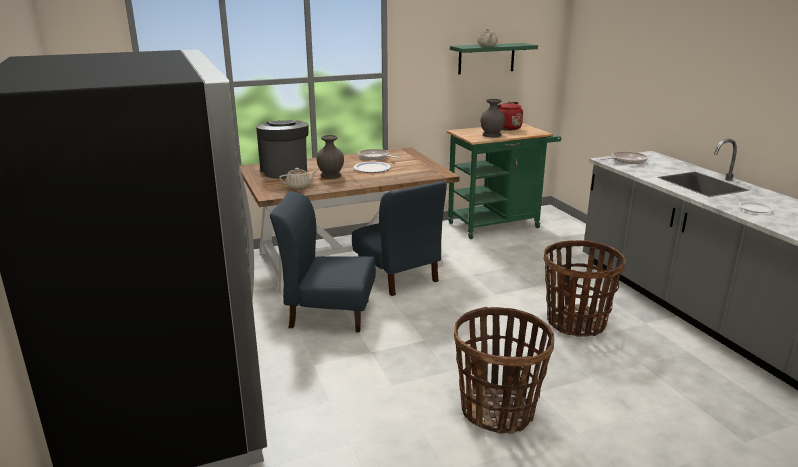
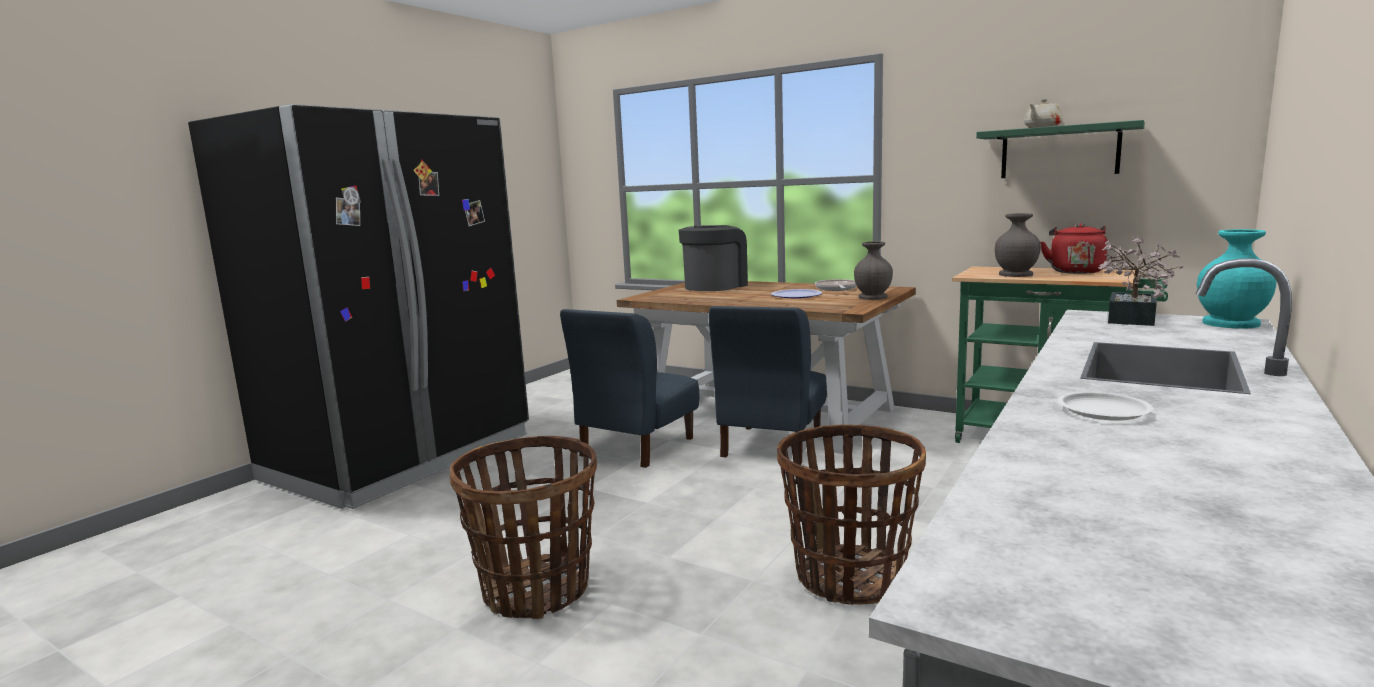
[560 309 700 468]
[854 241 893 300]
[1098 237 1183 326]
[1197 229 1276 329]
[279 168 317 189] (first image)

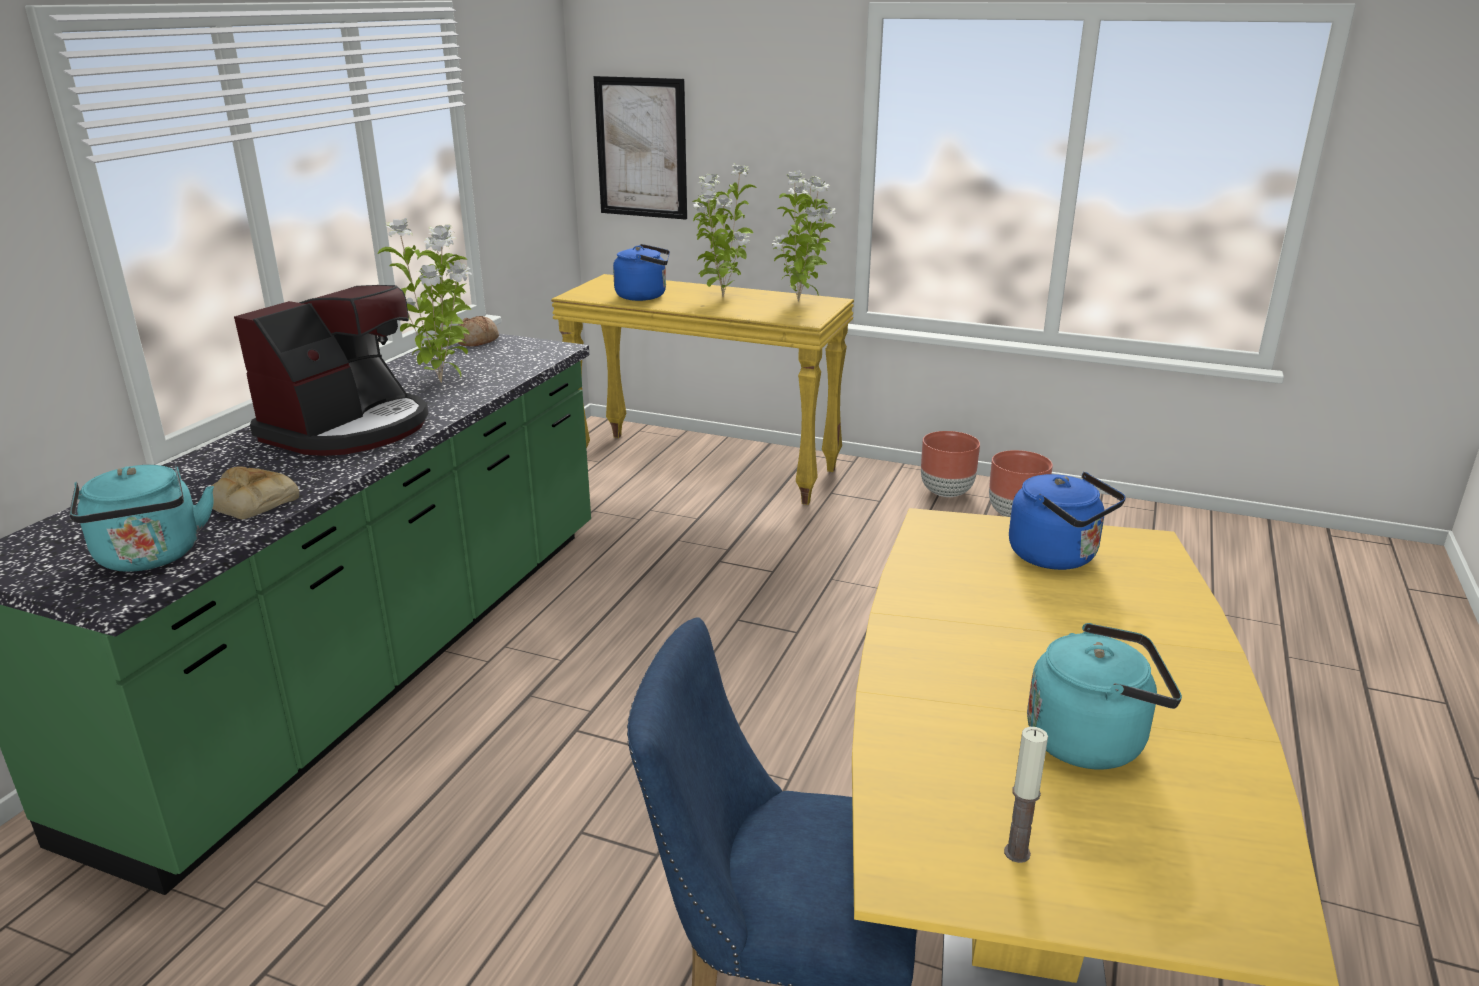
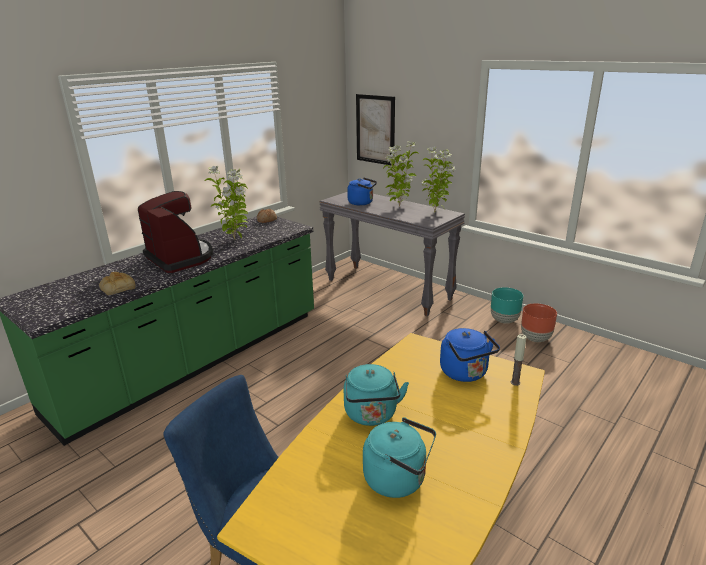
[138 191 213 273]
[319 192 465 316]
[343 364 409 426]
[491 287 523 324]
[511 334 527 386]

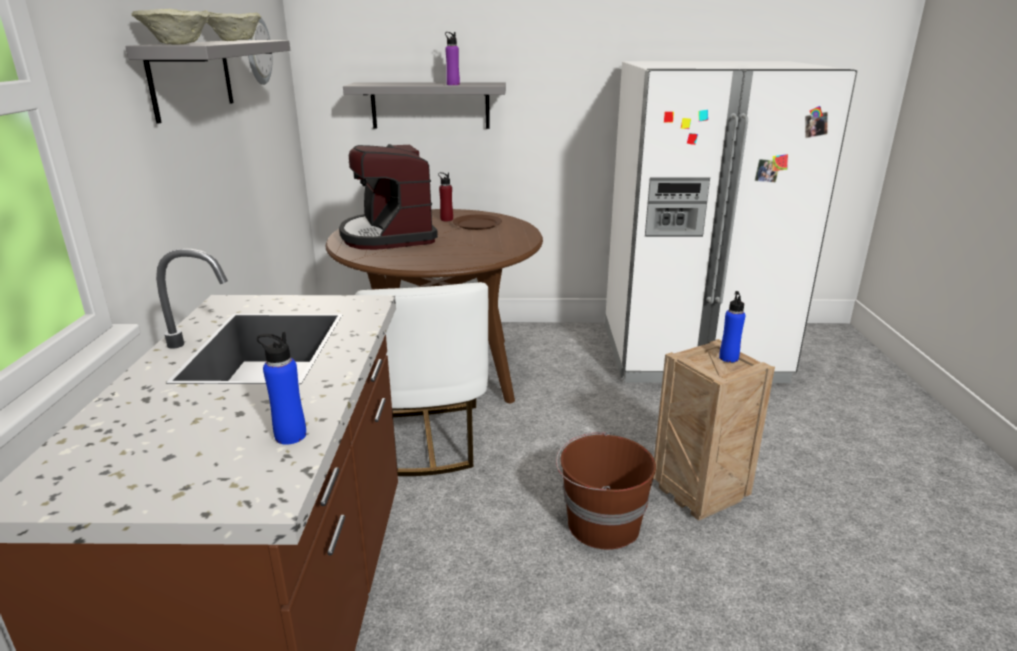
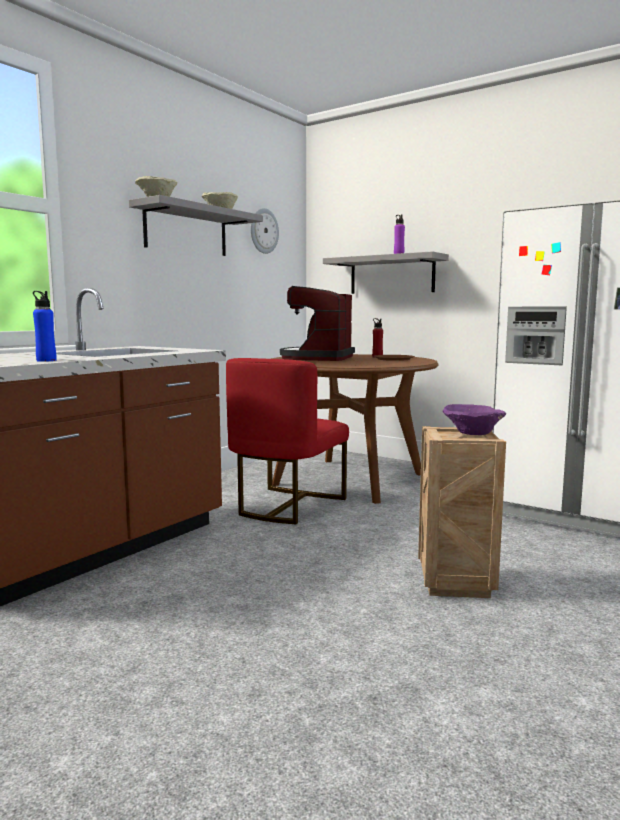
[226 358 349 524]
[443 404 506 435]
[556 432 656 550] (first image)

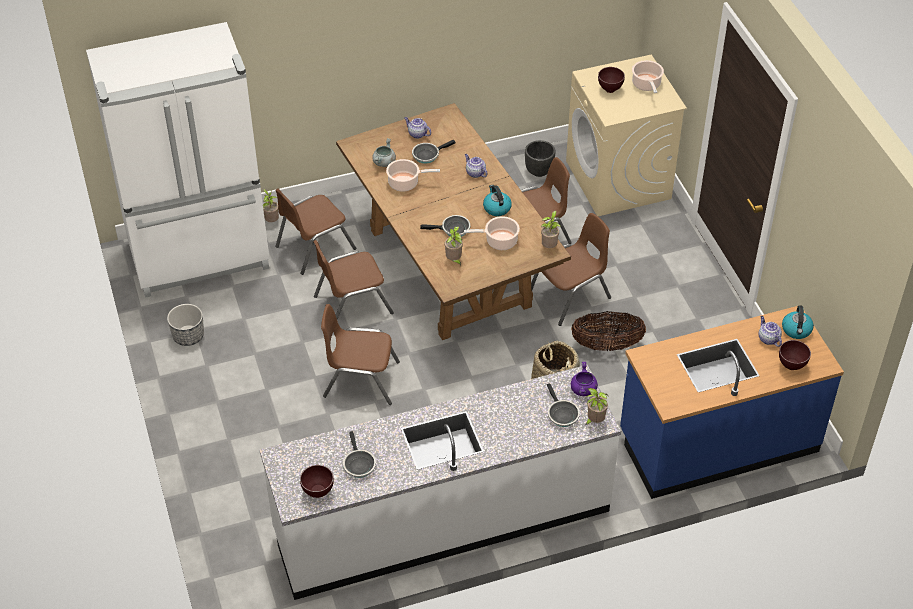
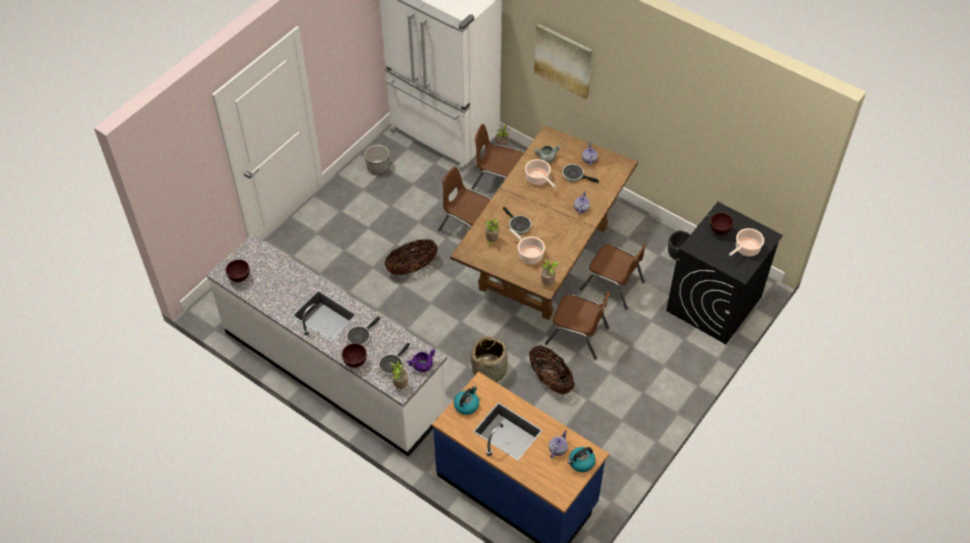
[342 343 367 368]
[346 316 380 345]
[385 239 438 275]
[454 386 479 415]
[534 23 592 99]
[666 202 783 344]

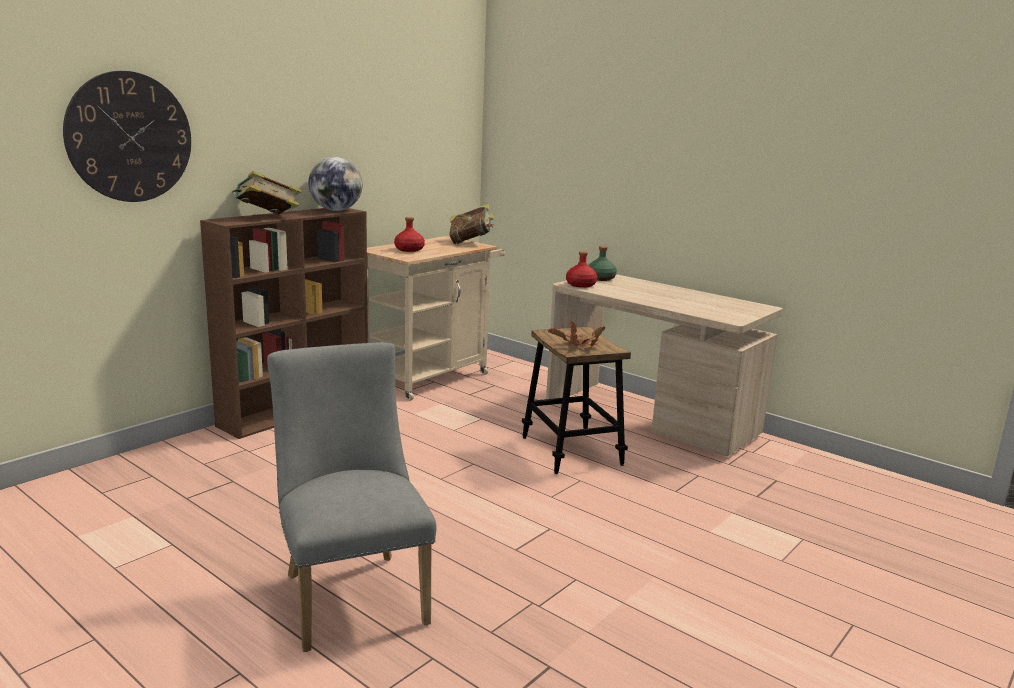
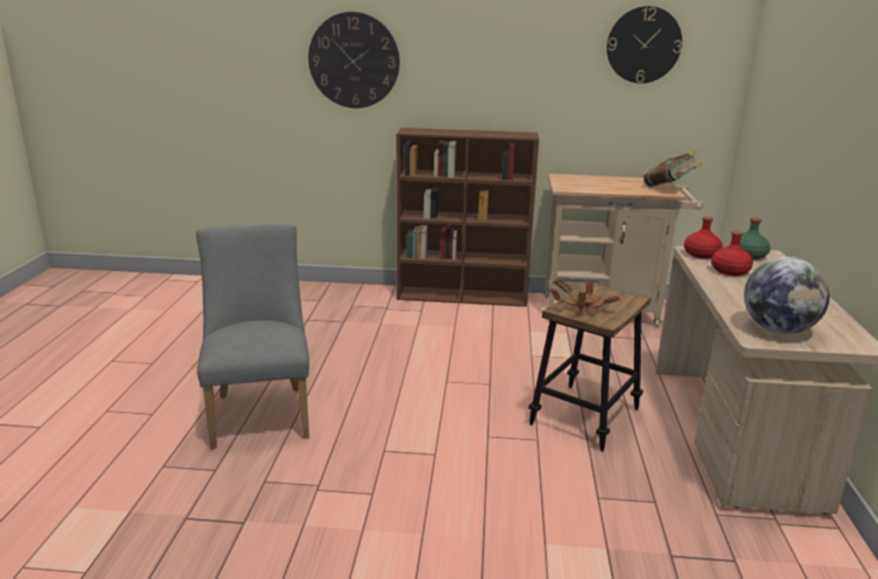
[196 224 309 449]
[607 6 682 83]
[711 230 753 276]
[744 257 830 334]
[232 171 301 214] (first image)

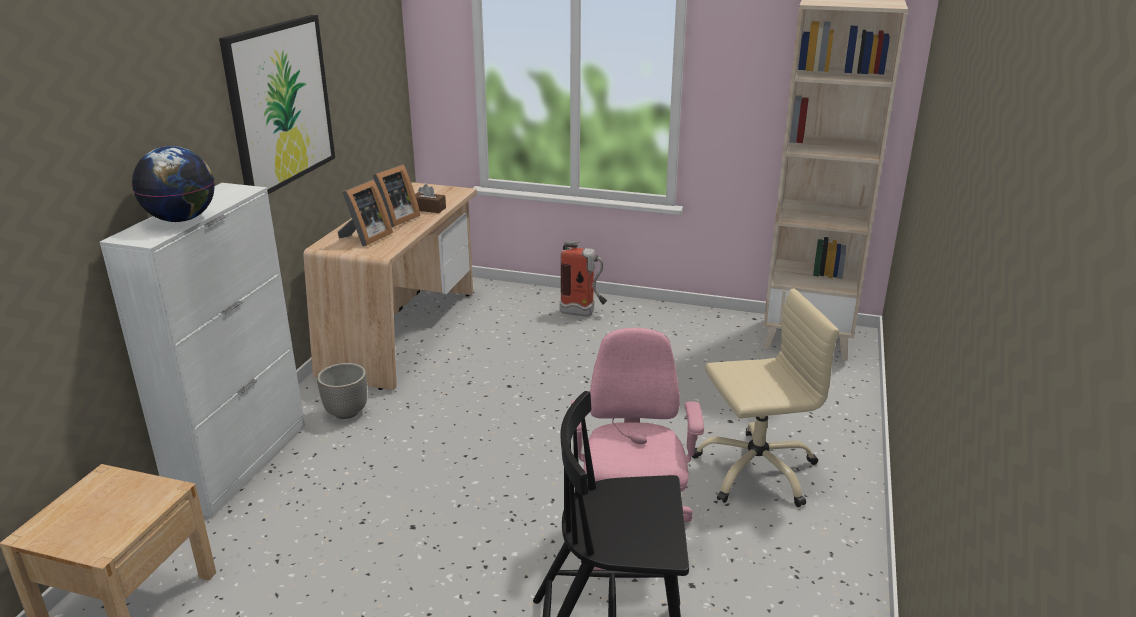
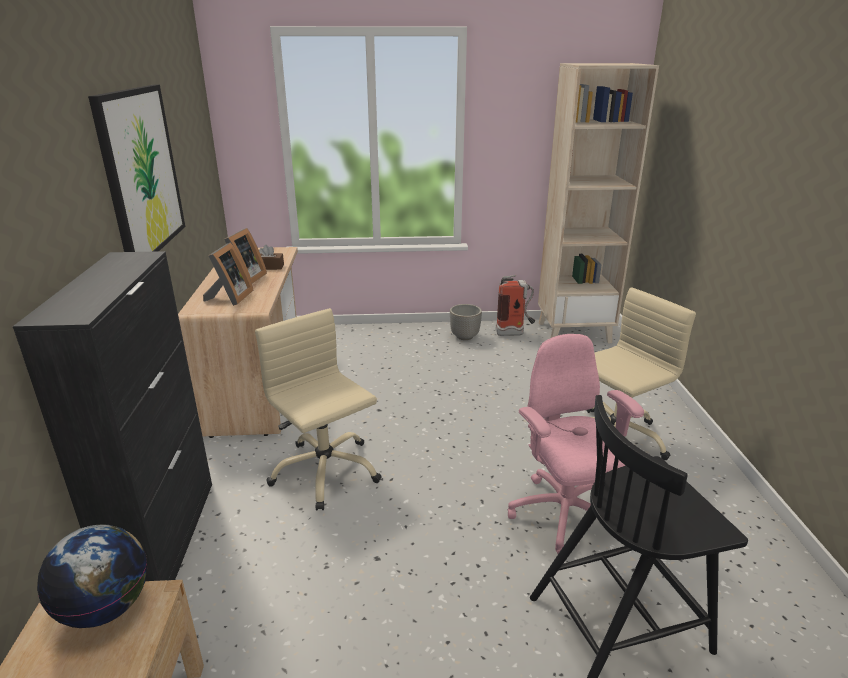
[13 251 212 581]
[37 524 147 628]
[255 308 382 511]
[450 304 482 340]
[496 275 535 336]

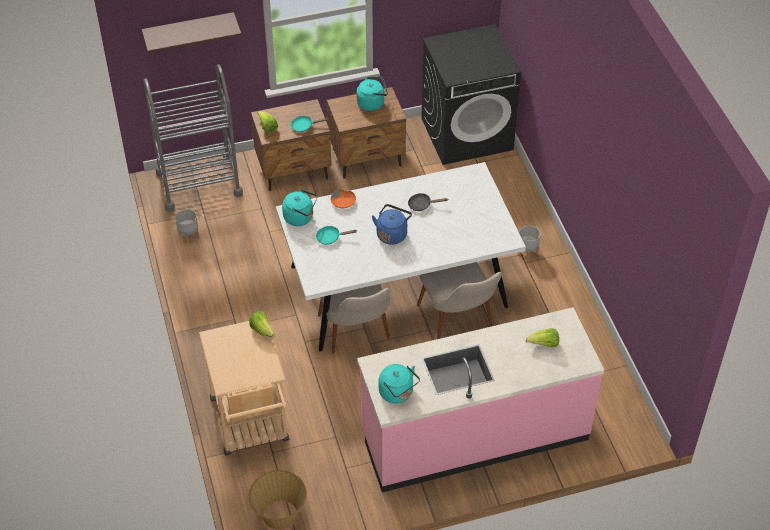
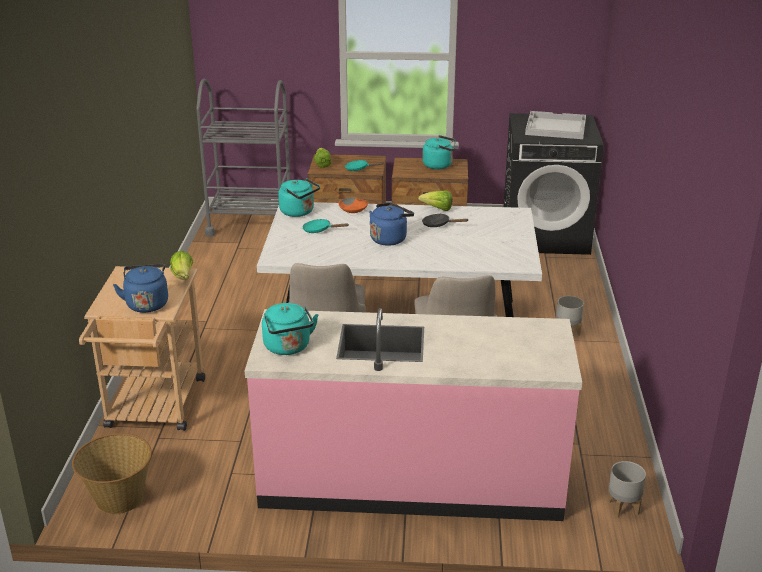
[113 264 168 313]
[418 191 453 211]
[525 111 586 139]
[607 461 646 517]
[142 12 242 53] (first image)

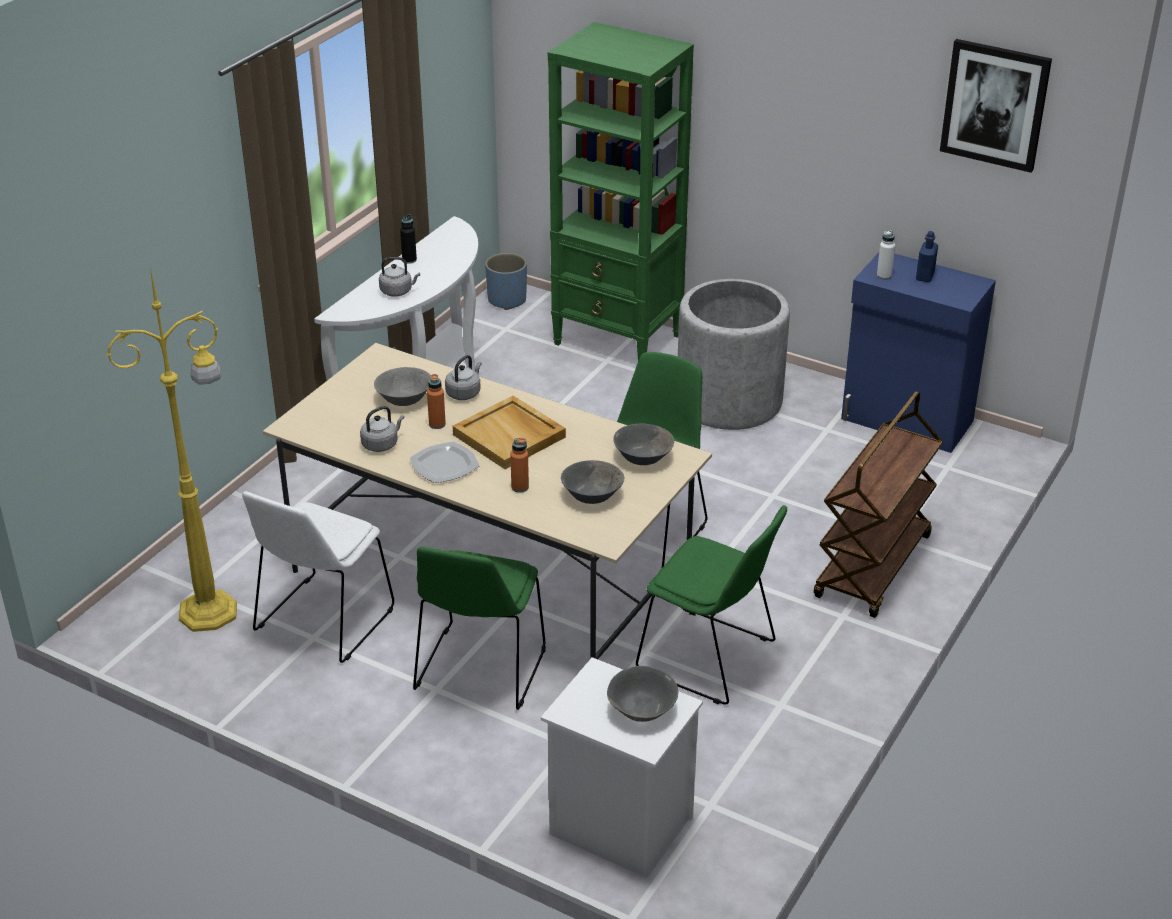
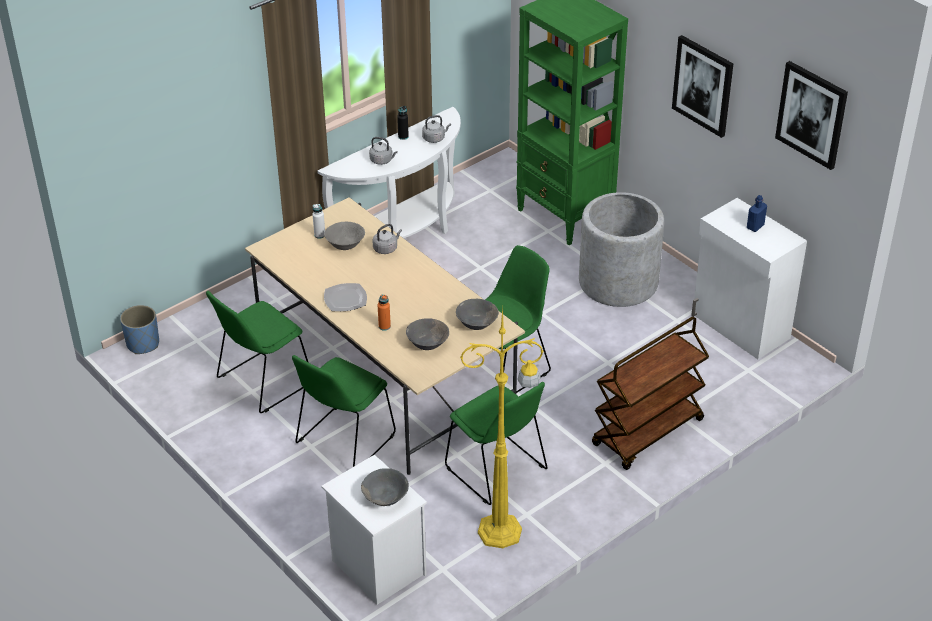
[120 305 159 354]
[206 291 309 413]
[313 204 325 239]
[422 115 451 143]
[460 305 544 548]
[672 35 733 138]
[691 198 807 359]
[427 374 446 429] (first image)
[453 396 566 469] (first image)

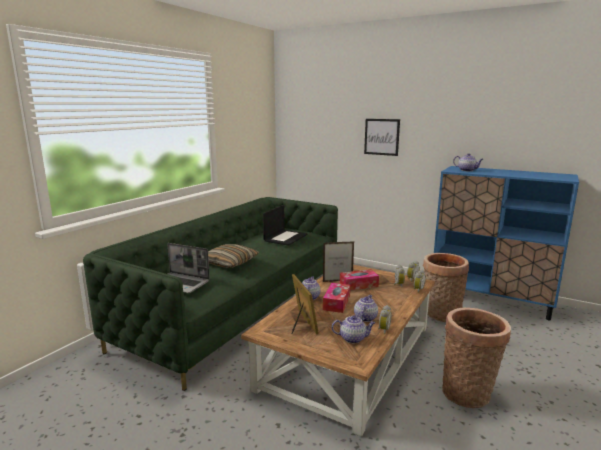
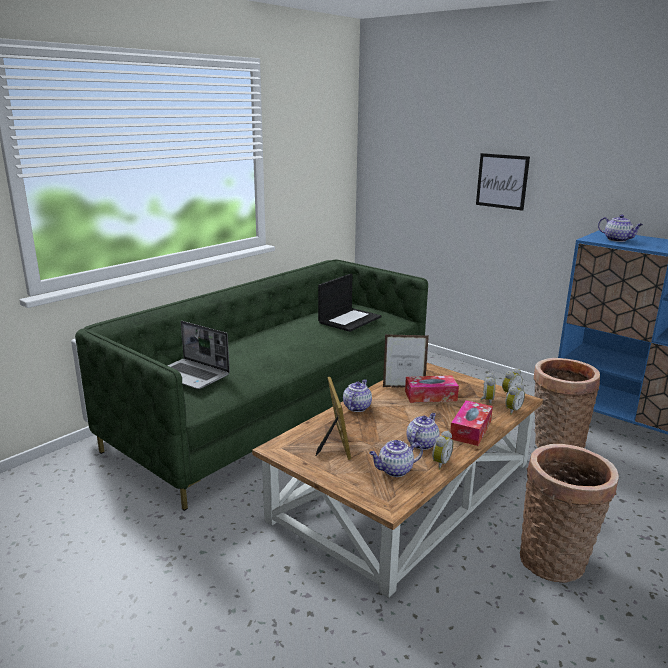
[369 440 423 477]
[450 400 493 446]
[208 244 259 268] (first image)

